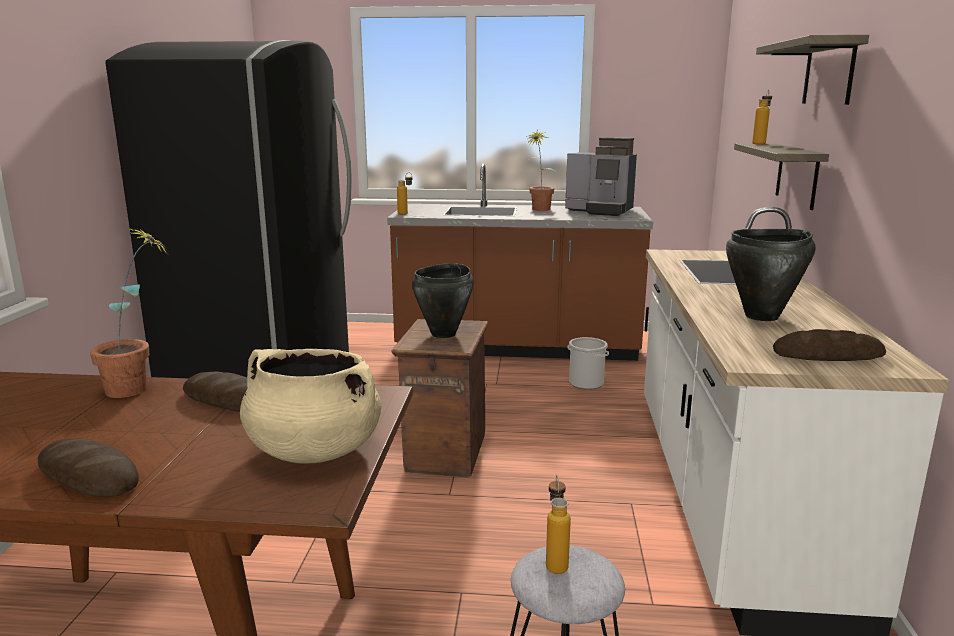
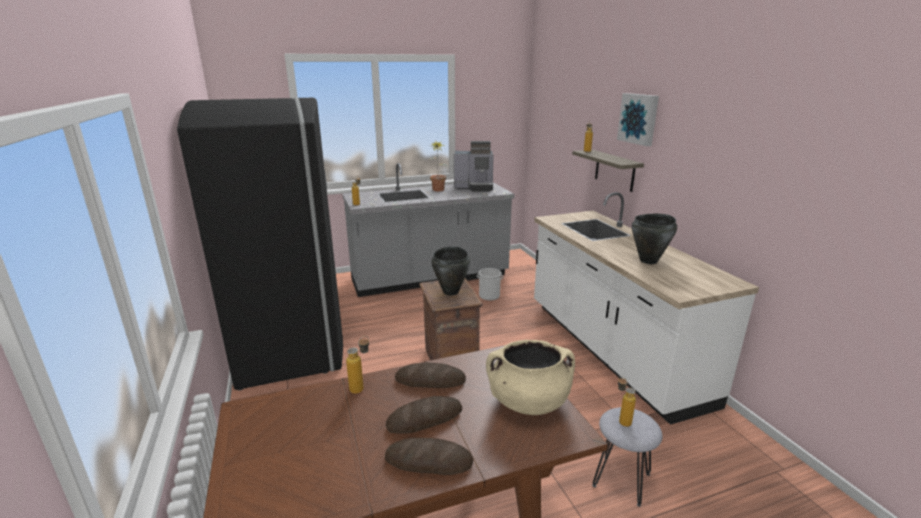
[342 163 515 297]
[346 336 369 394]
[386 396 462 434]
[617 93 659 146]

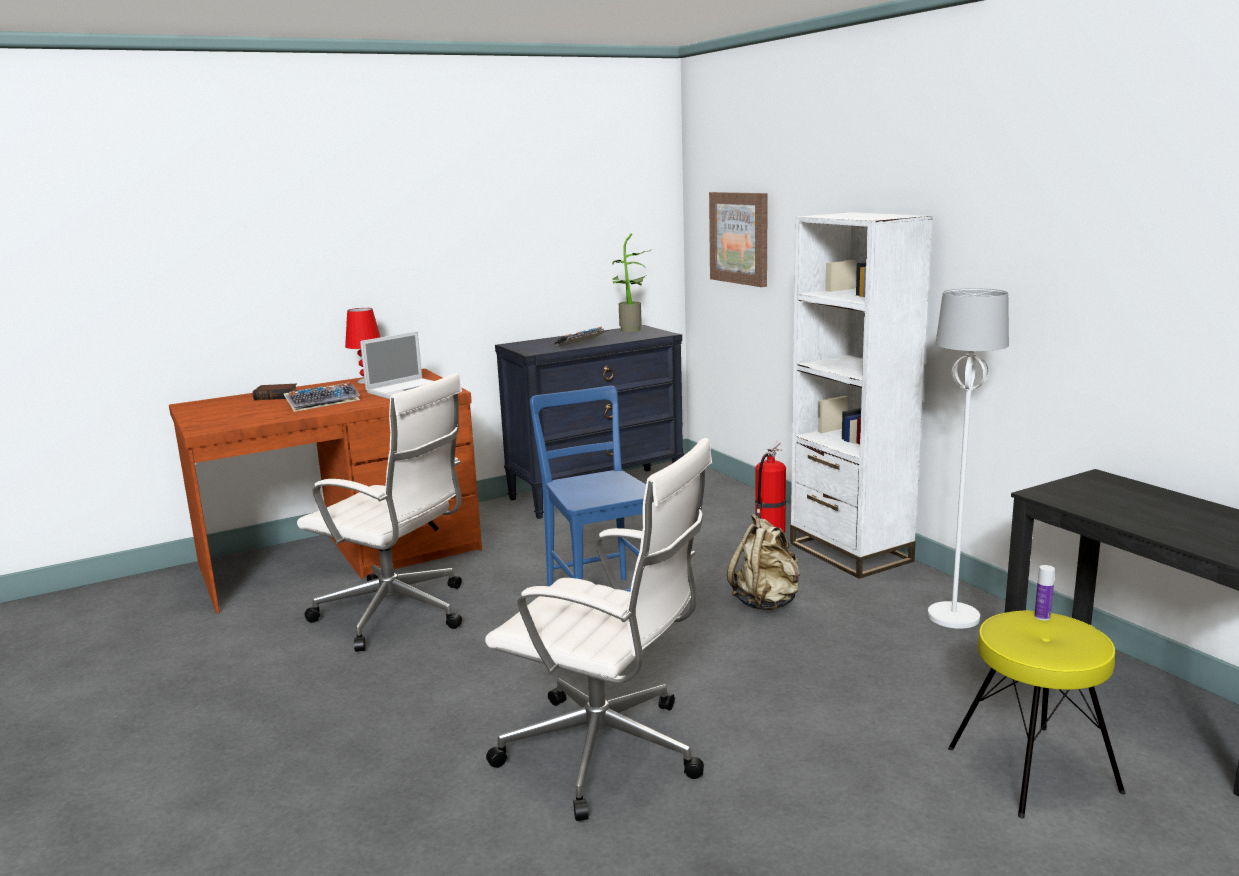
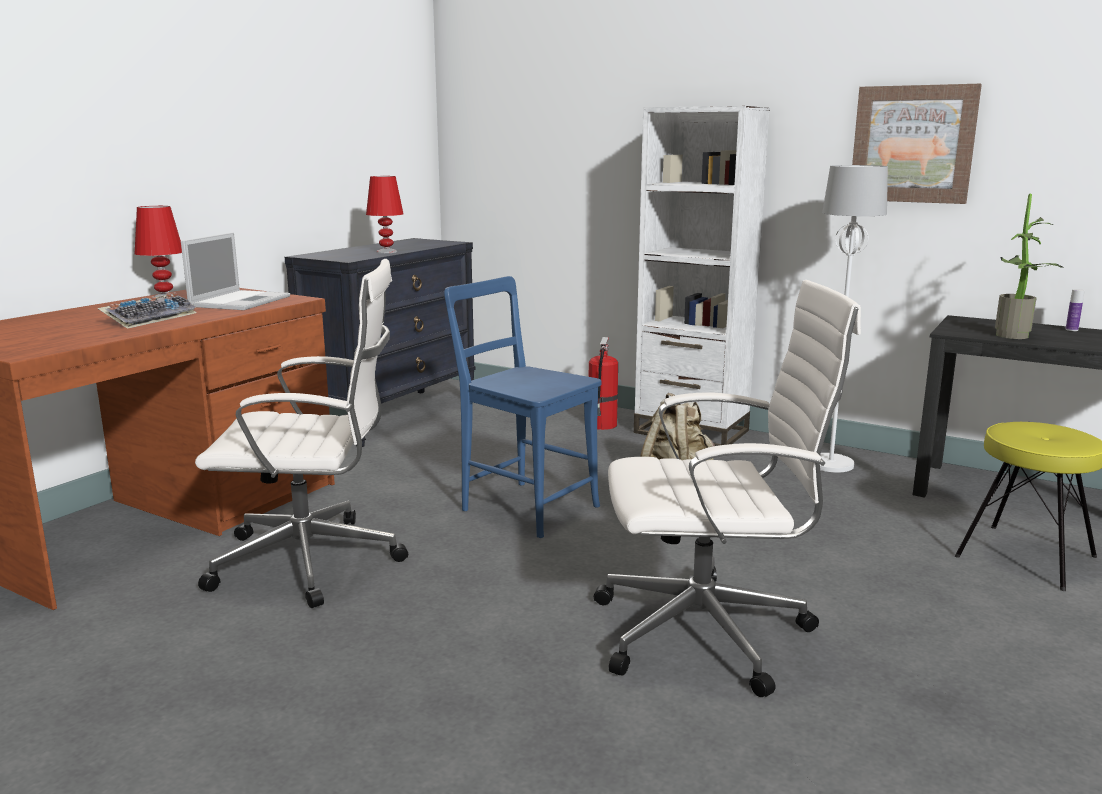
[366 176 404 253]
[852 84 982 204]
[995 194 1063 339]
[1065 289 1085 331]
[253 384 297 400] (first image)

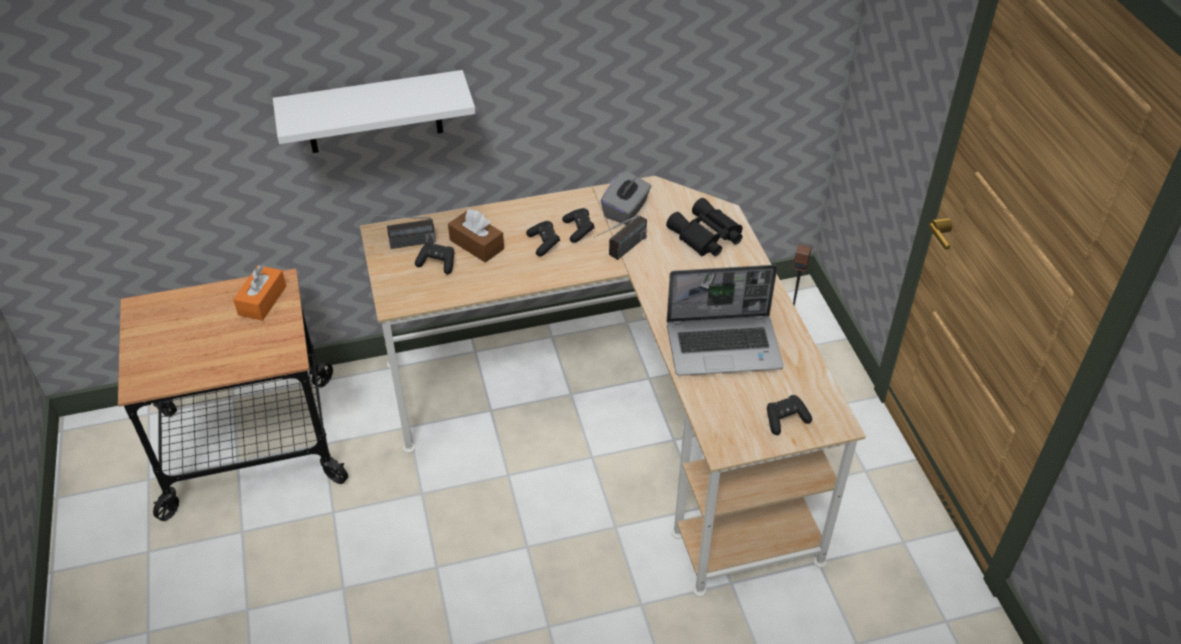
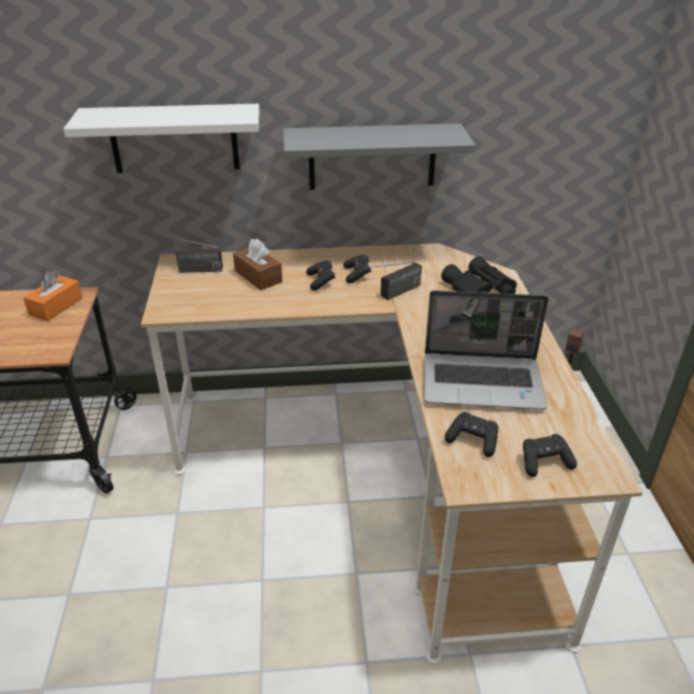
[283 123 476 190]
[445 412 498 457]
[601 171 652 225] (first image)

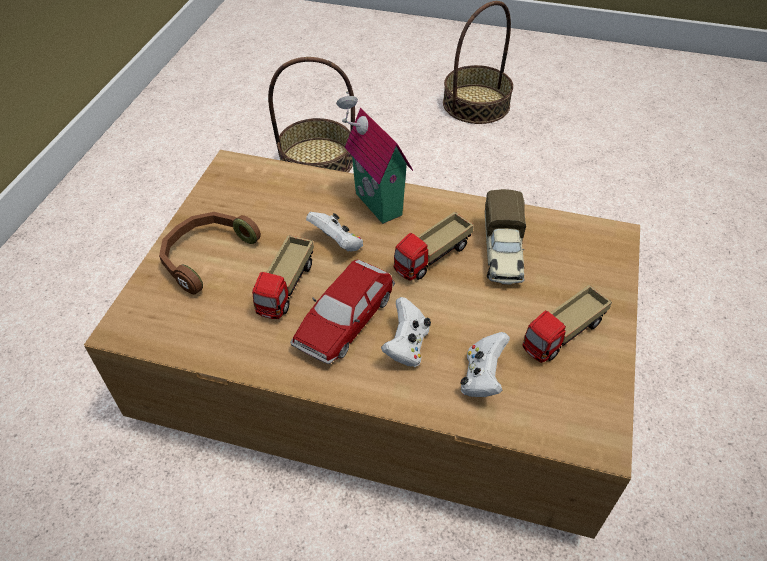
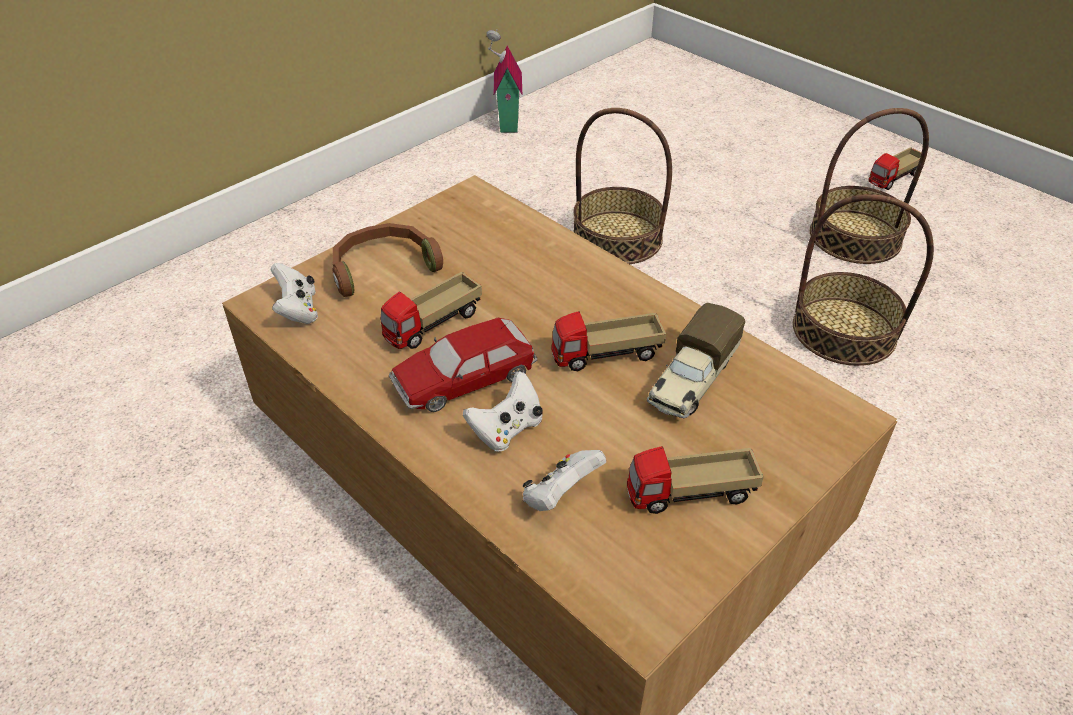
[271 263 318 324]
[486 29 522 133]
[793 194 934 366]
[868 147 927 190]

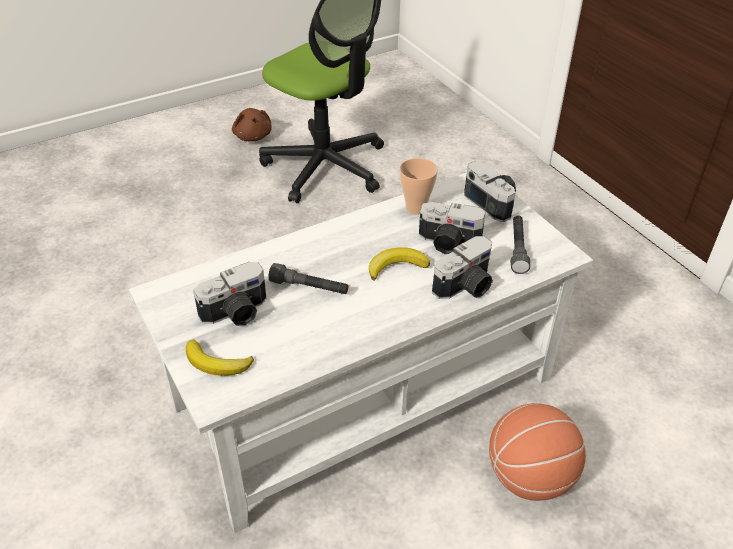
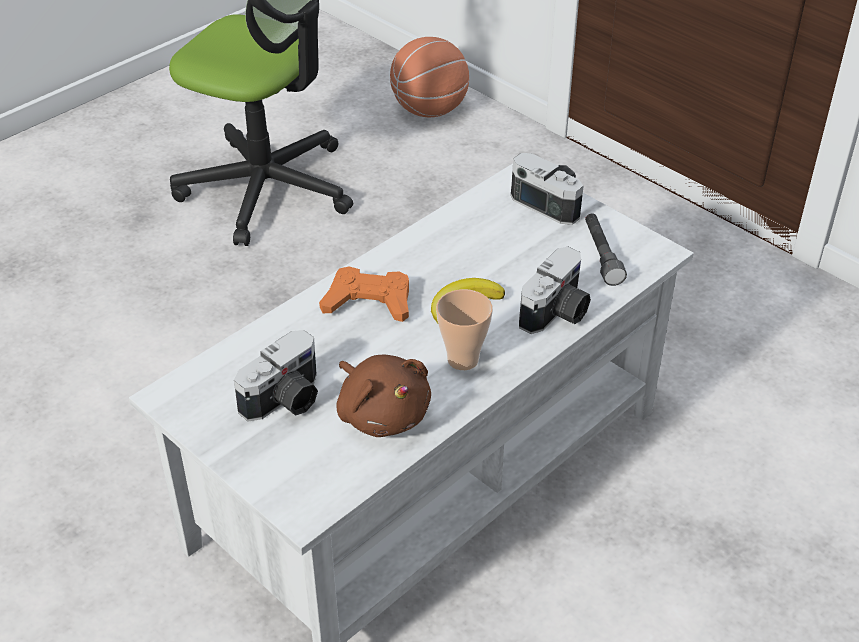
[319 266 409 322]
[337 355 431 437]
[390 37 469 117]
[436 289 493 370]
[186 339 254 376] (first image)
[268 263 348 294] (first image)
[419 202 486 254] (first image)

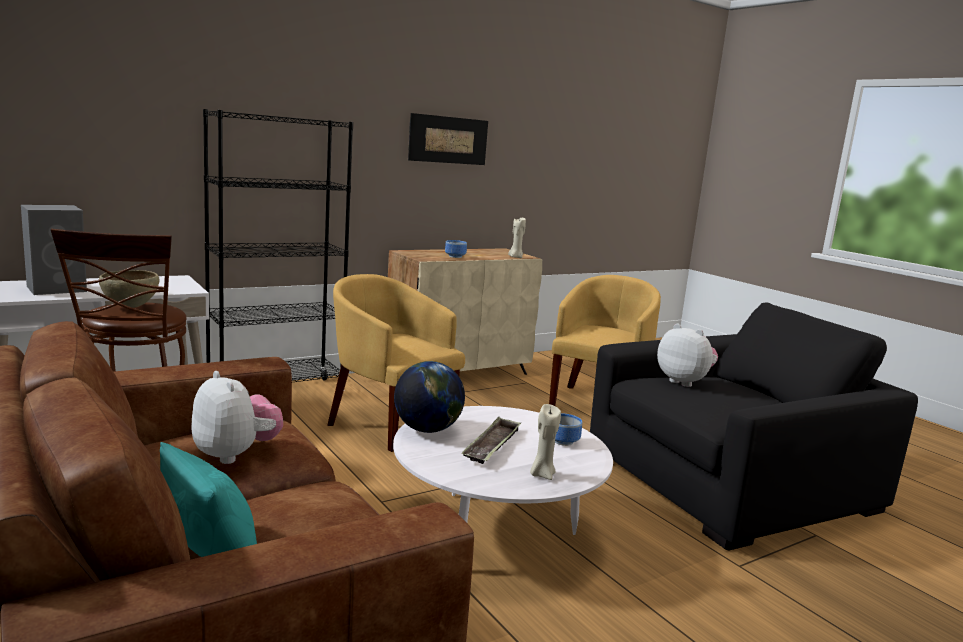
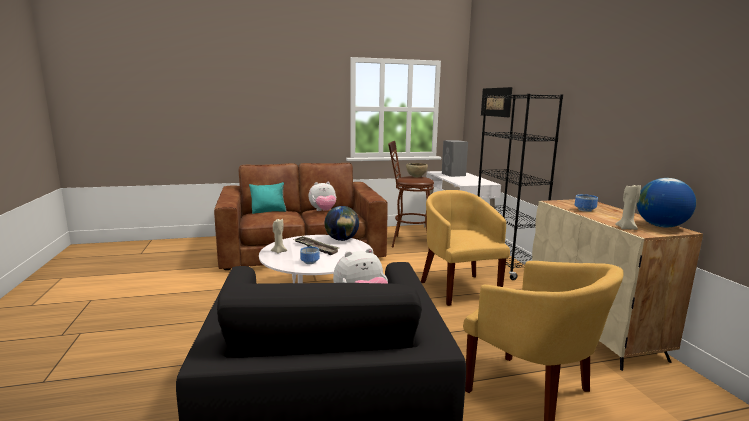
[421 190 510 306]
[481 87 512 117]
[637 178 696 228]

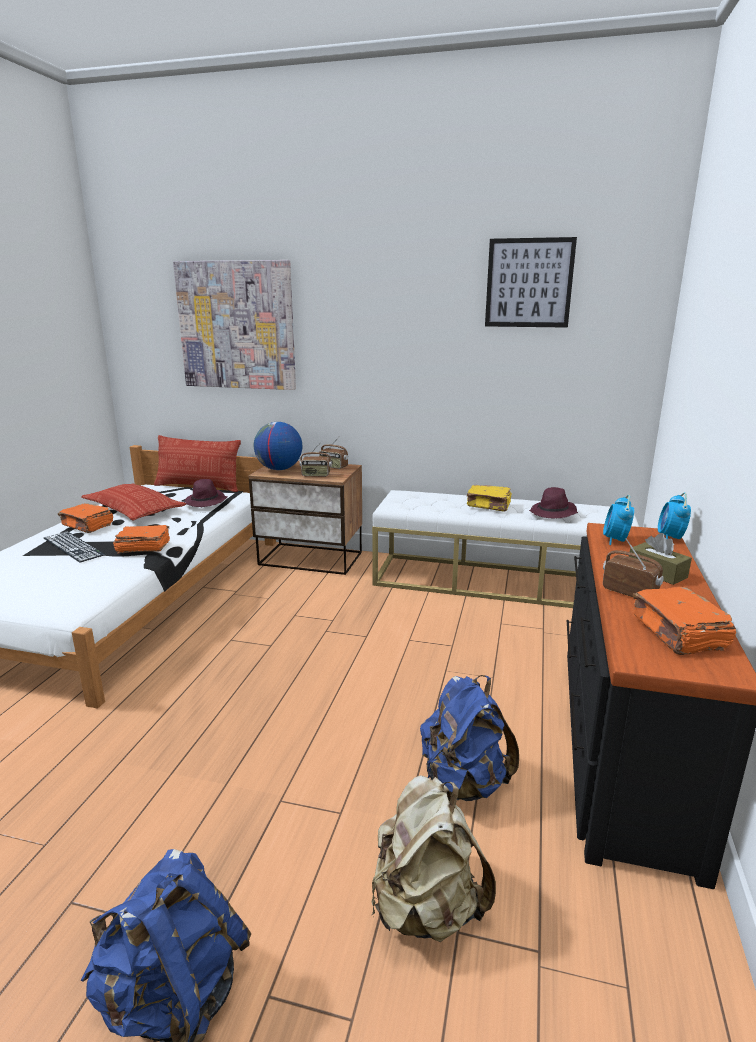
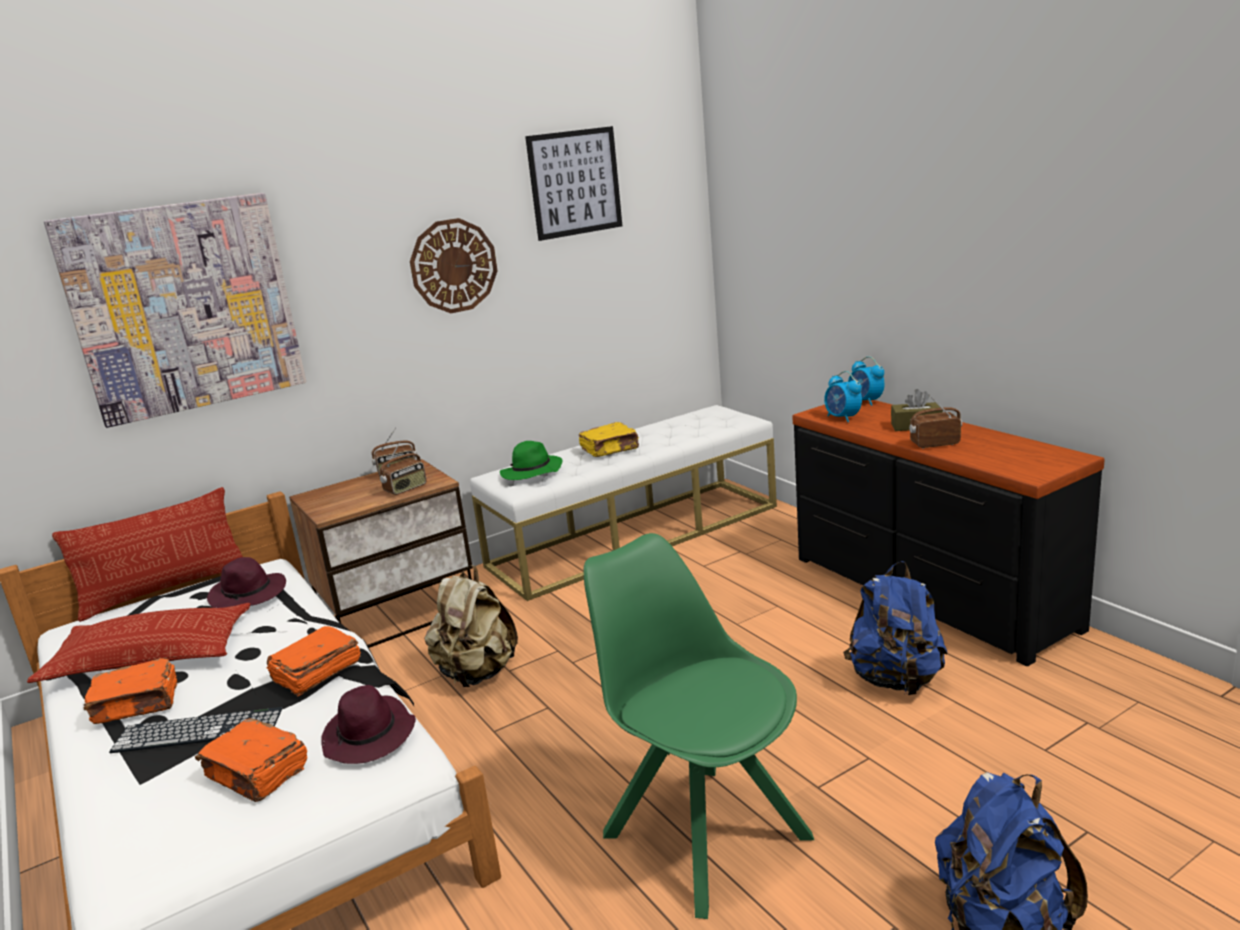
[195 718 307 802]
[321 685 416 764]
[410 218 497 313]
[425 565 518 687]
[500 441 562 480]
[584 533 814 919]
[254 422 302 470] (first image)

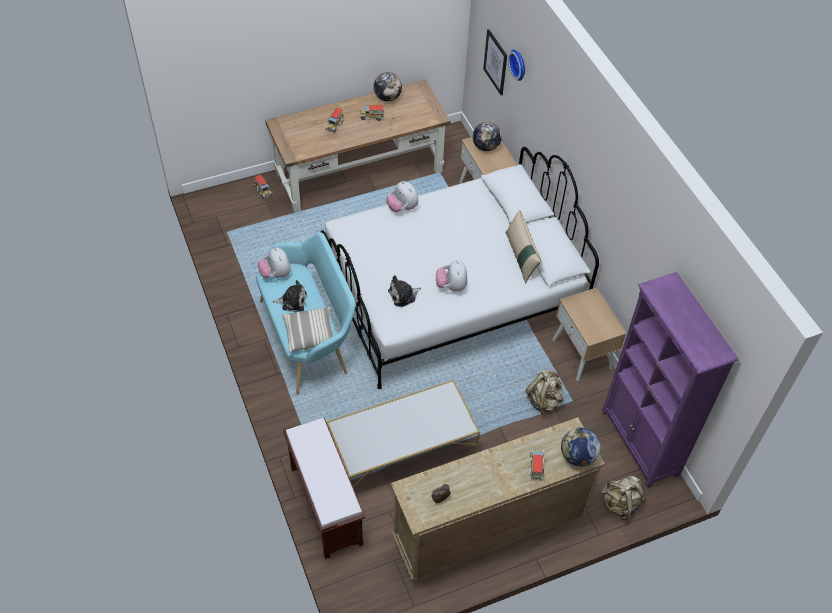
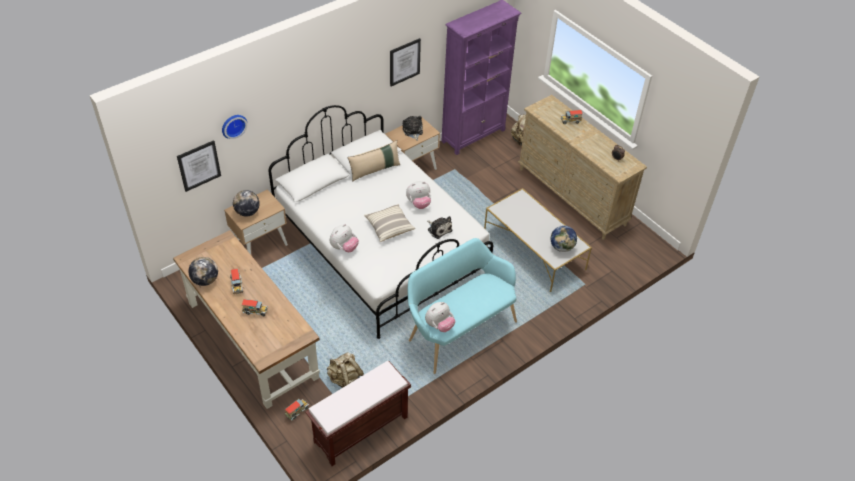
[305 361 411 466]
[326 352 364 388]
[364 204 415 242]
[390 38 421 86]
[402 116 423 141]
[551 225 577 252]

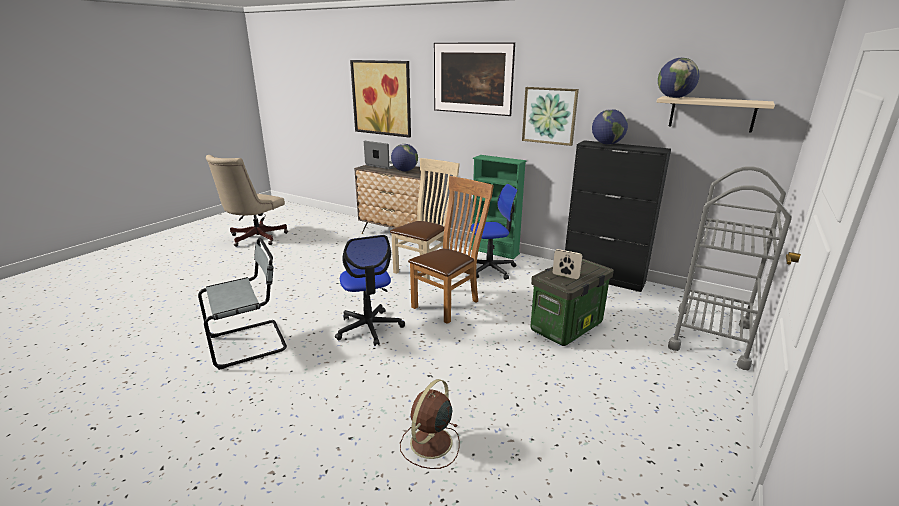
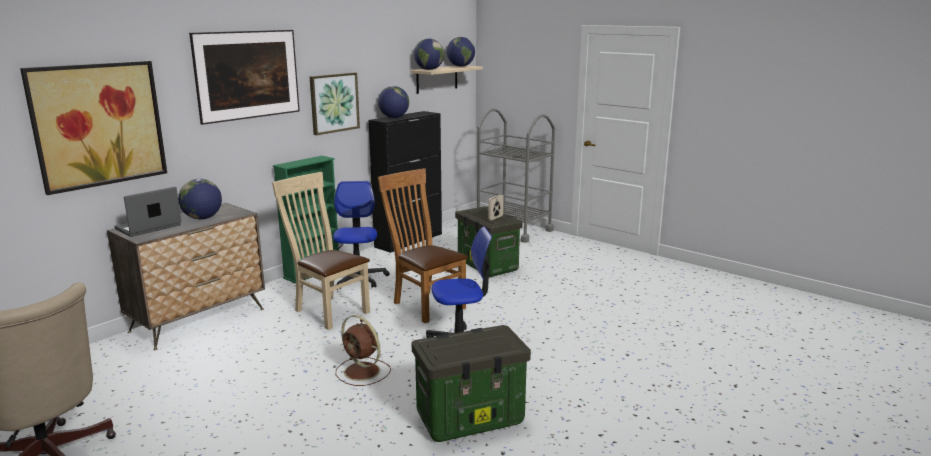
[336 315 391 386]
[412 325 531 442]
[447 37 475 67]

